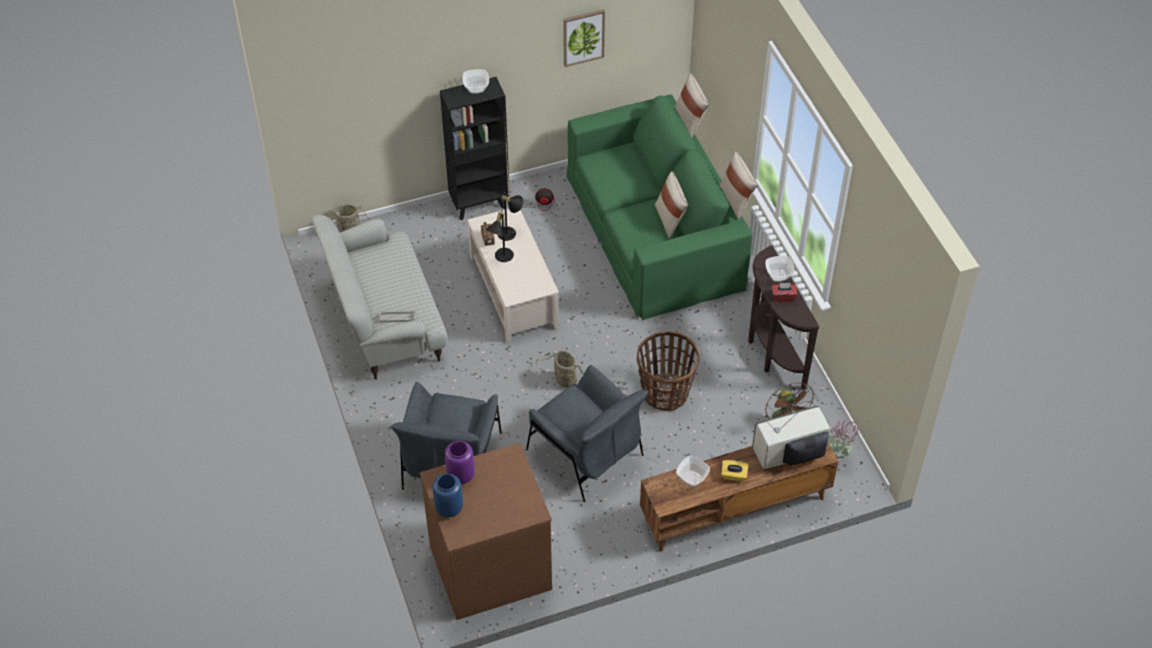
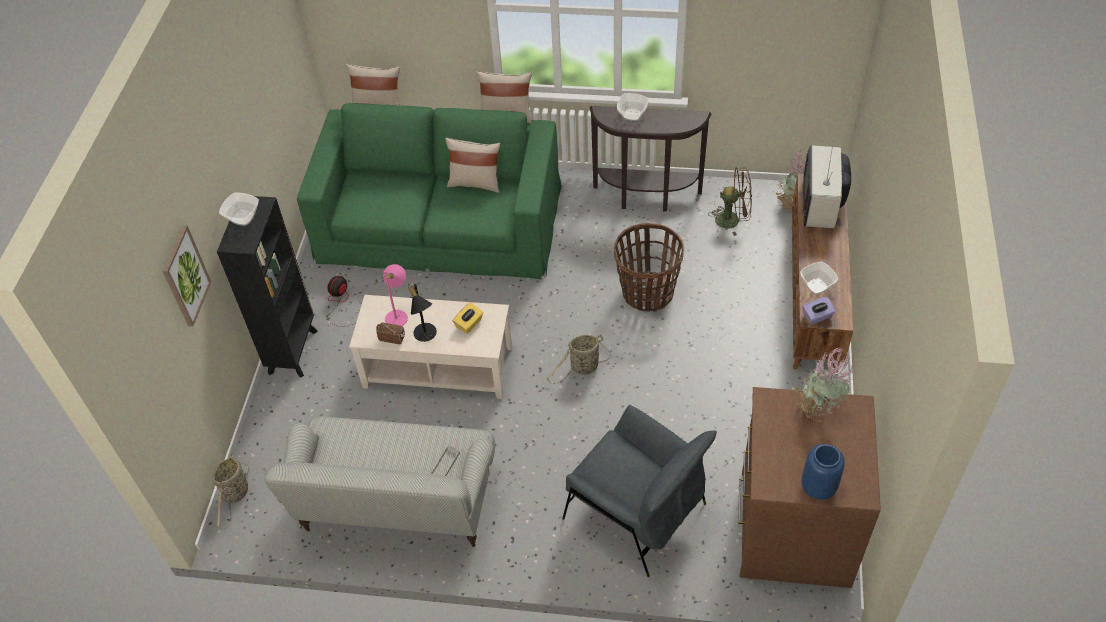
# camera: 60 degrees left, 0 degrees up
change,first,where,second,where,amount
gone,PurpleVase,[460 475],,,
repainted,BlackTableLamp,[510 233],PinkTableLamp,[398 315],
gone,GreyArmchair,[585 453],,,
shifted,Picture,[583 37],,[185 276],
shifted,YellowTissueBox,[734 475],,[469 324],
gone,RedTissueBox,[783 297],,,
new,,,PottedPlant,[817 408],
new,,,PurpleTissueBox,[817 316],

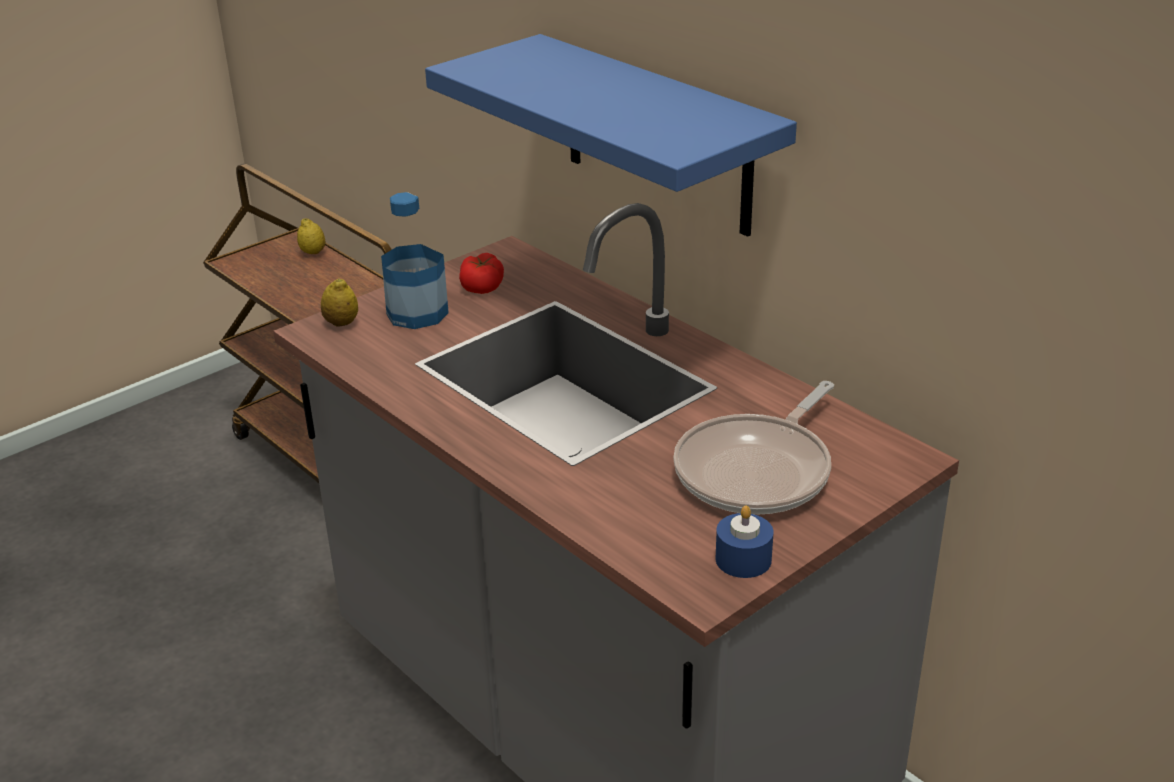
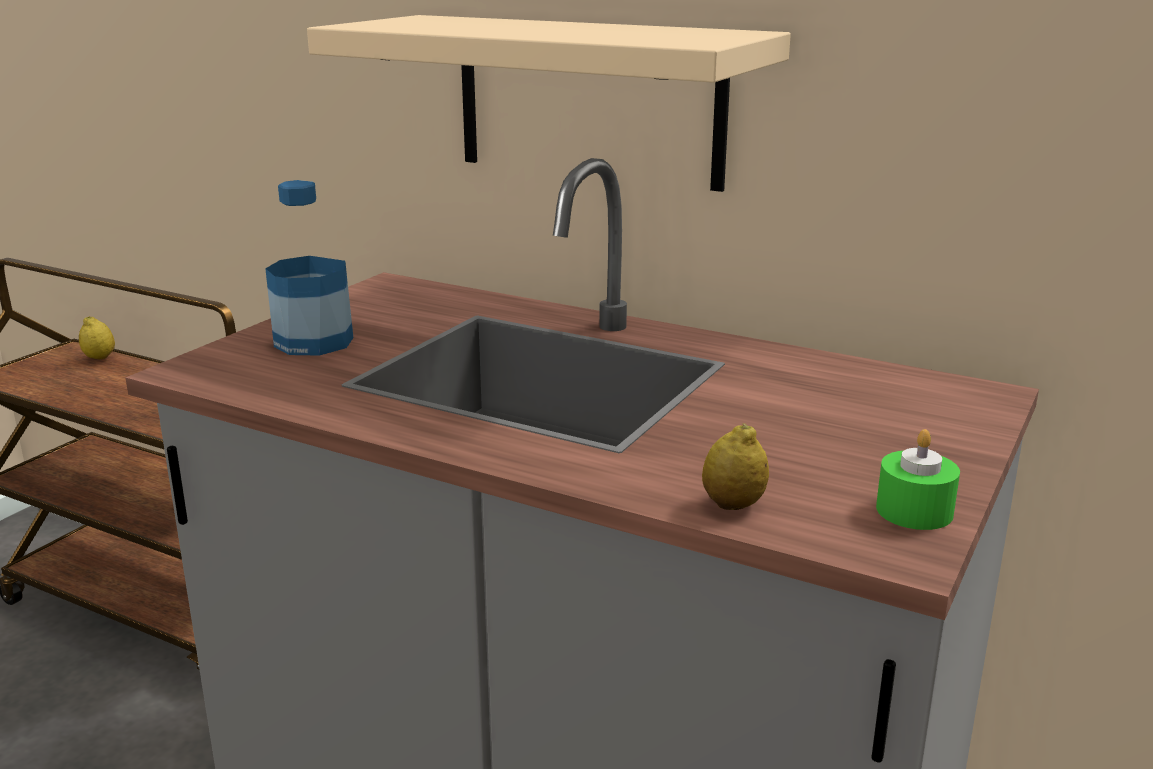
# camera: 20 degrees left, 10 degrees down
change,first,where,second,where,amount
shifted,Lemon,[341 323],,[733 505],
repainted,BlueShelf,[657 136],BeigeShelf,[588 100],
gone,Tomato,[482 286],,,
gone,FryingPan,[758 470],,,
repainted,BlueCandle,[743 559],GreenCandle,[914 511],

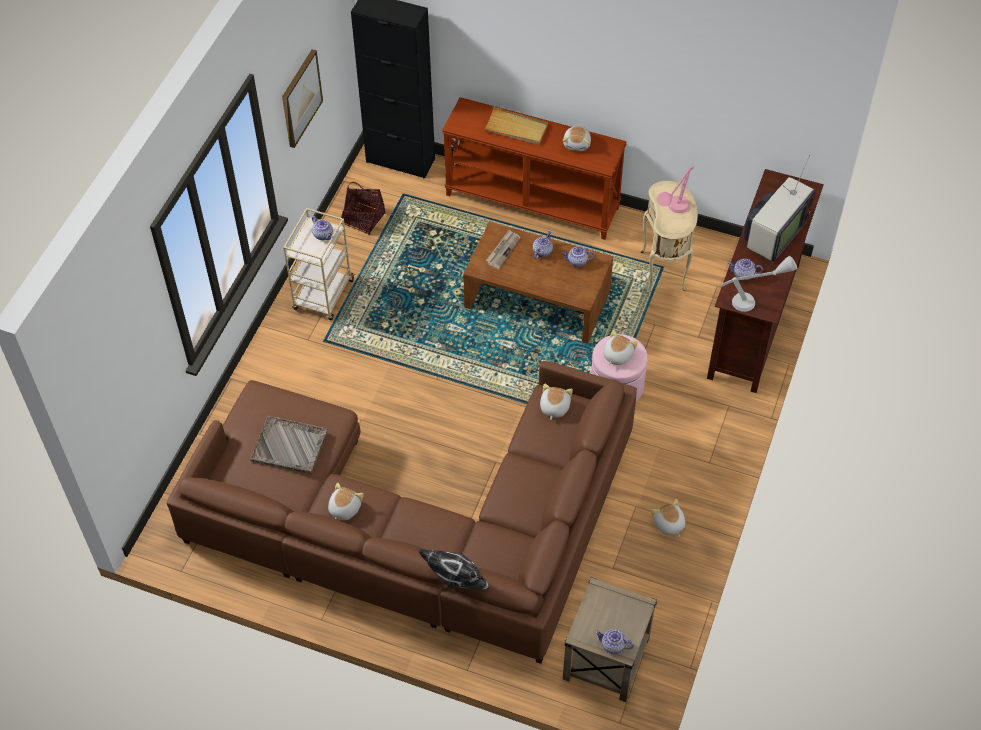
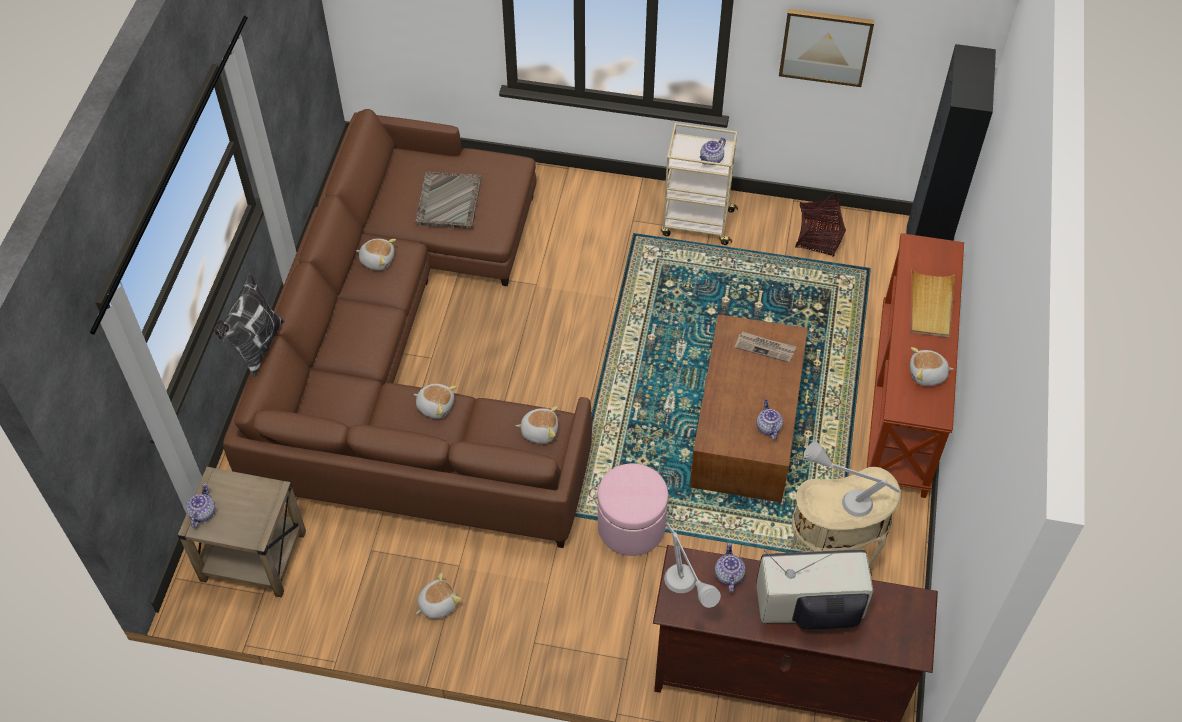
# camera: 80 degrees right, 0 degrees up
change,first,where,second,where,amount
gone,Teapot,[542 252],,,
shifted,PlushToy,[617 355],,[435 405],
repainted,PinkTableLamp,[673 212],GreyTableLamp,[842 497],
rotated,Television,[773 235],,[811 608],150 degrees clockwise

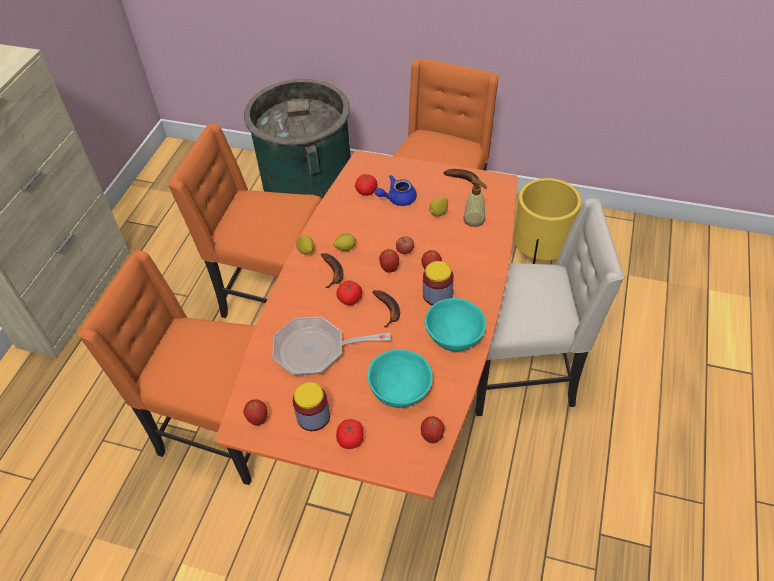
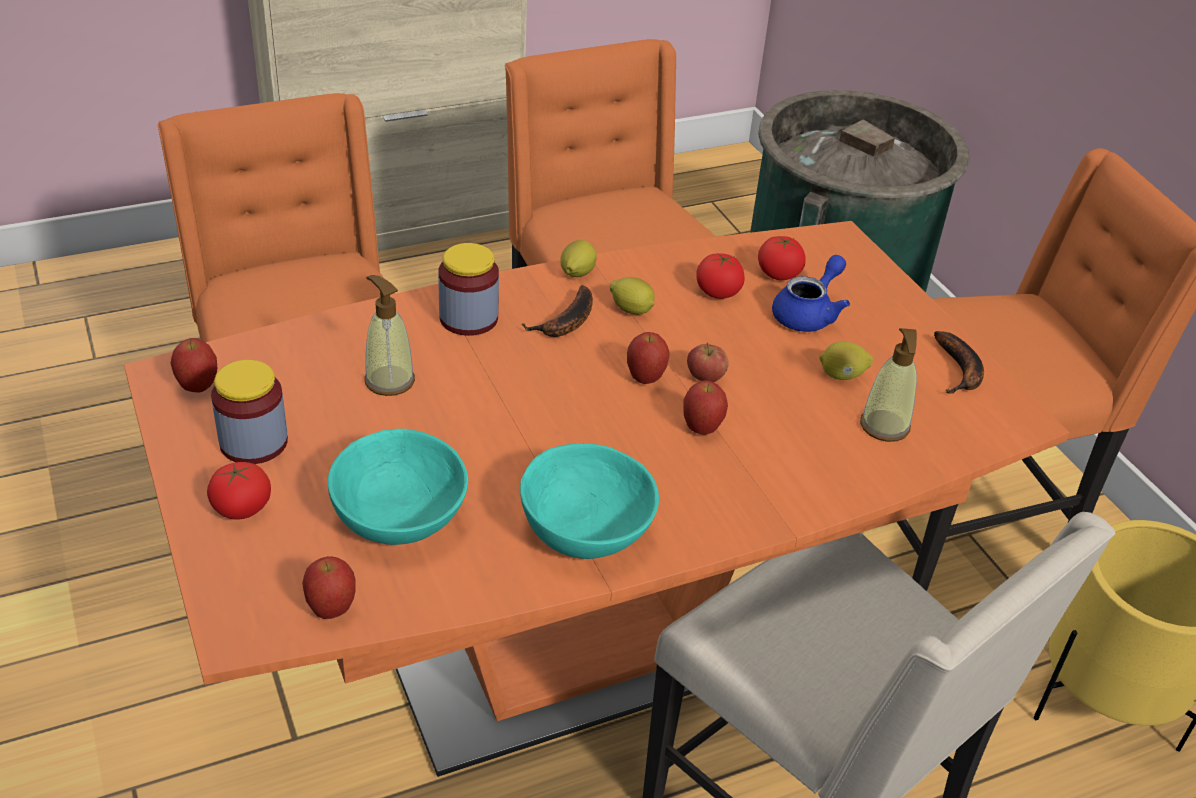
# camera: 45 degrees right, 10 degrees down
change,first,where,second,where,amount
swapped,FryingPan,[316 350],SoapDispenser,[389 380],
shifted,Tomato,[350 299],,[718 292],
gone,Banana,[389 310],,,
rotated,BlueTeapot,[397 199],,[808 314],105 degrees clockwise
shifted,Jar,[437 295],,[468 318],

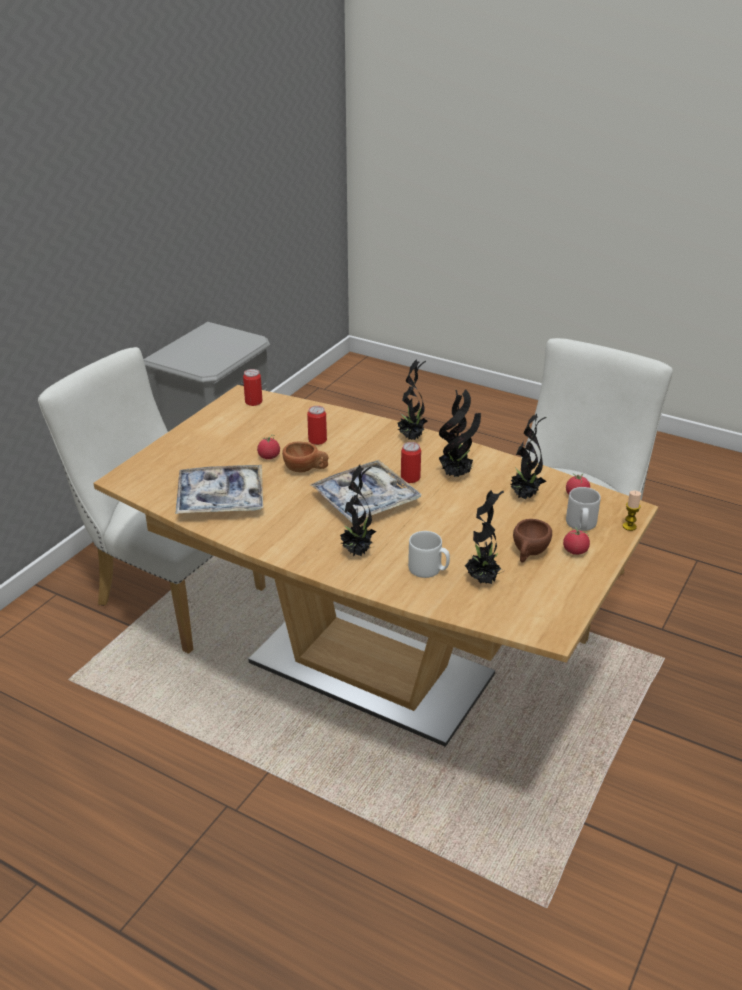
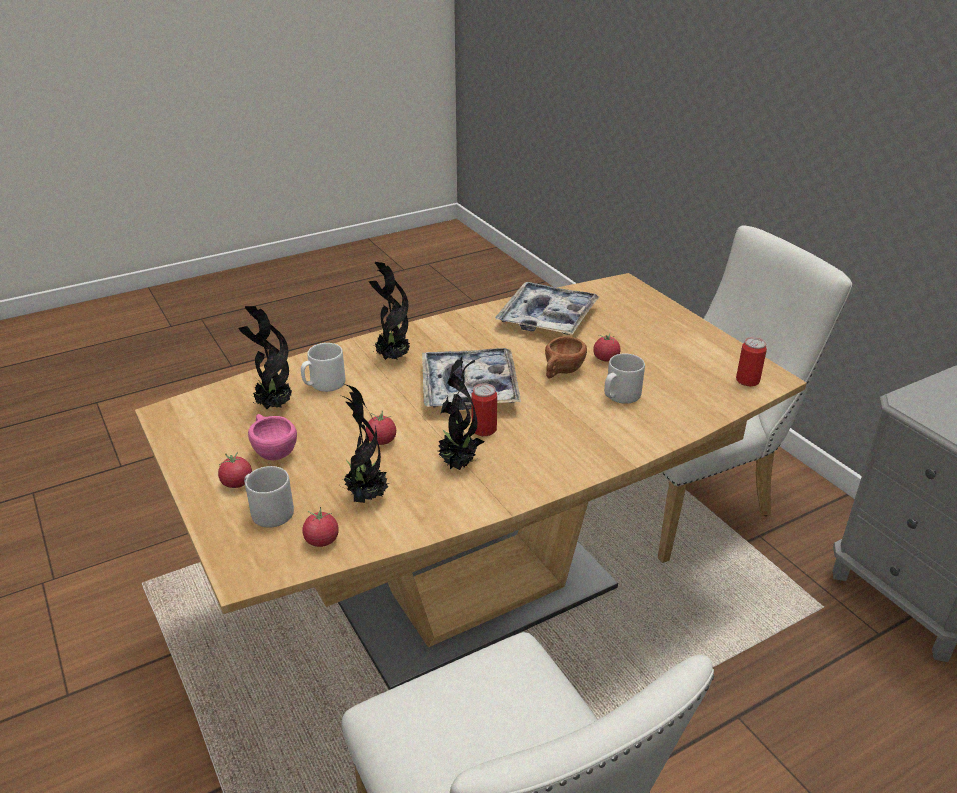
# camera: 120 degrees right, 0 degrees up
change,first,where,second,where,amount
swapped,Can,[317 440],GreyMug,[620 396],
gone,PottedPlant,[412 438],,,
repainted,BrownCup,[529 553],PinkCup,[272 450],
gone,Candle,[629 526],,,
new,,,Tomato,[381 440],

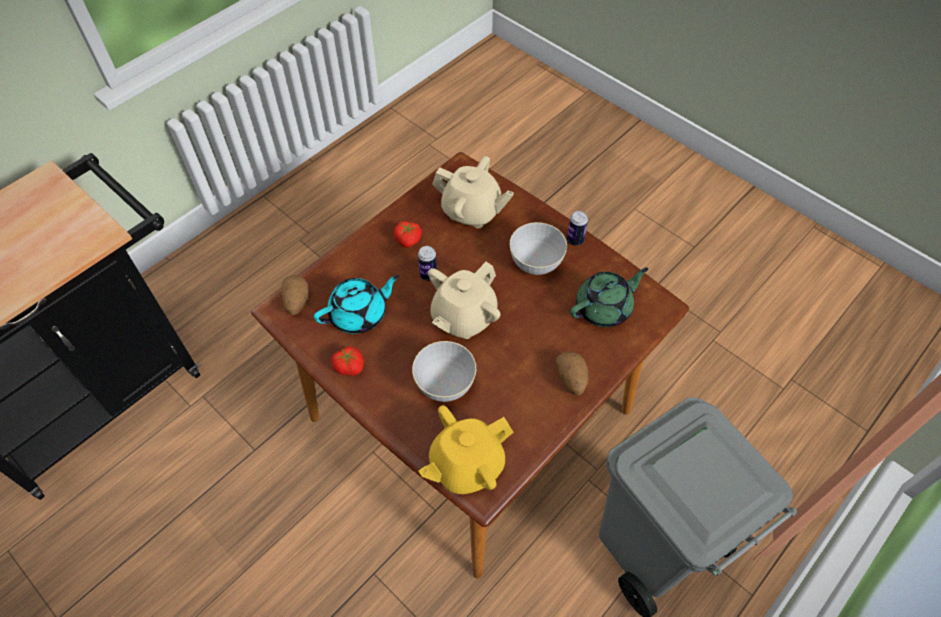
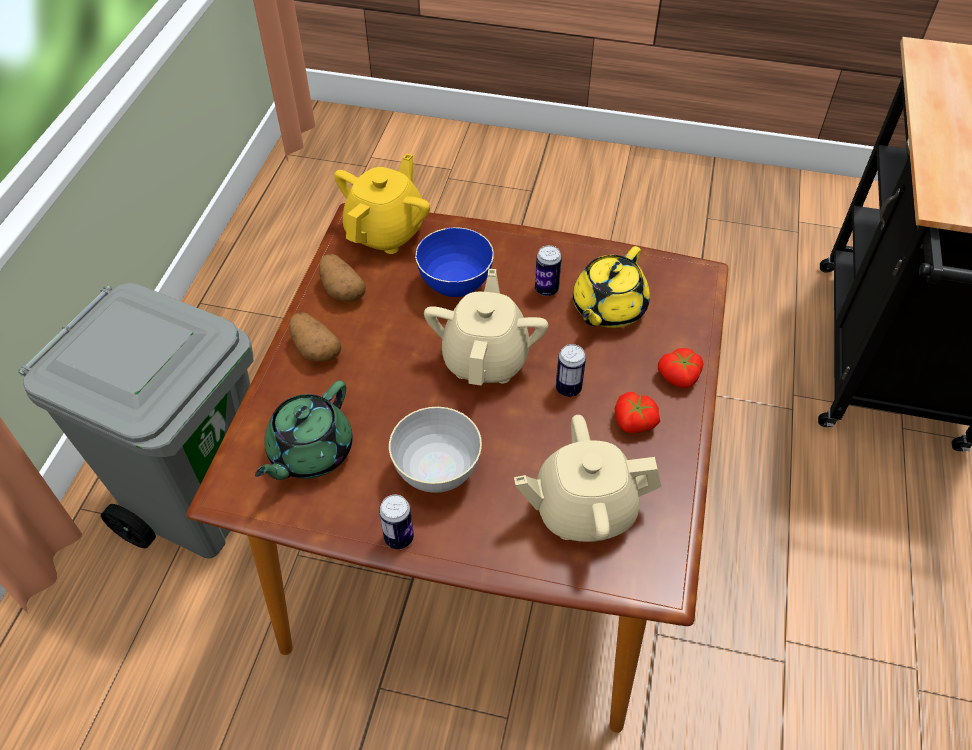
# camera: 150 degrees right, 5 degrees down
change,first,where,second,where,amount
shifted,Potato,[296 302],,[341 290],
repainted,TurquoiseTeapot,[359 314],YellowTeapot,[607 308],
shifted,Tomato,[349 366],,[679 377],
repainted,GreyBowl,[445 385],BlueBowl,[455 284],
new,,,Can,[546 289],

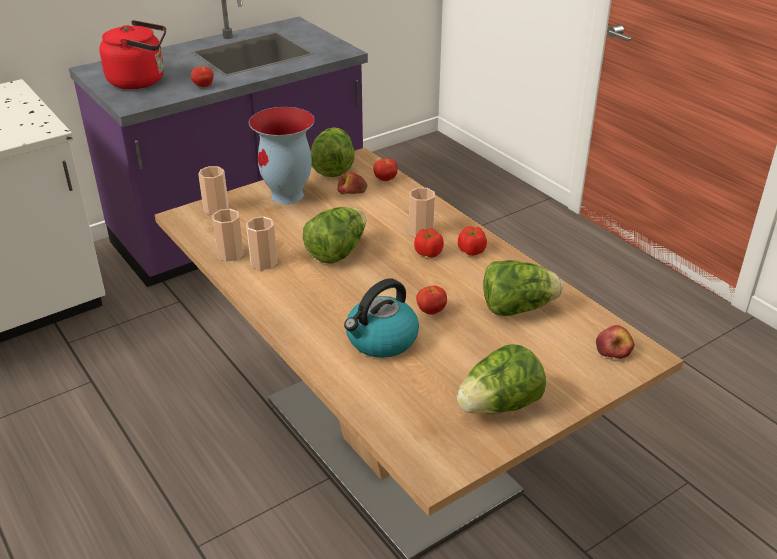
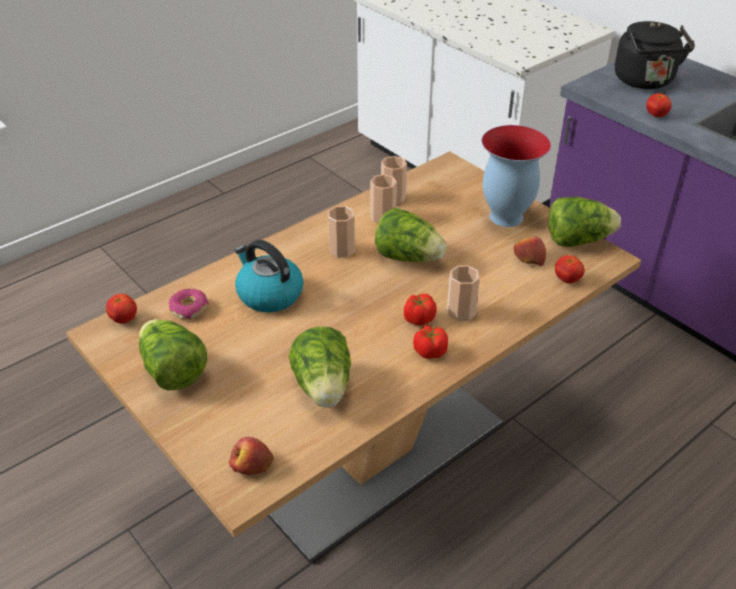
# camera: 85 degrees right, 5 degrees up
change,first,where,second,where,amount
repainted,RedKettle,[141 81],BlackKettle,[645 82],
shifted,Cup,[216 208],,[342 250],
shifted,Tomato,[431 311],,[124 319],
new,,,Donut,[189 308],

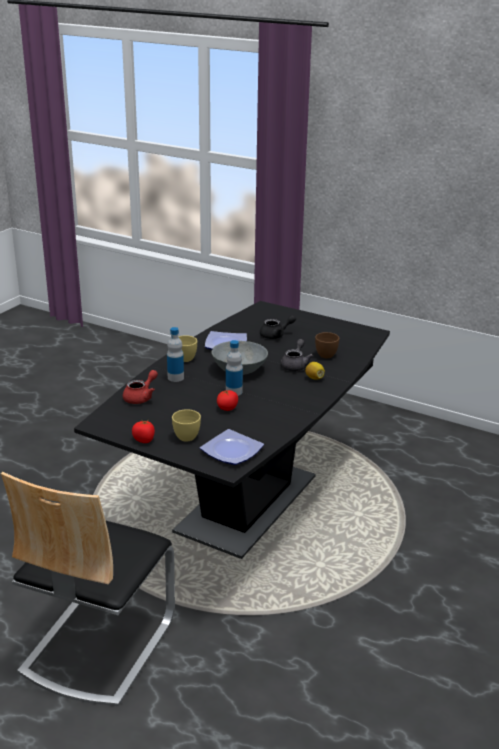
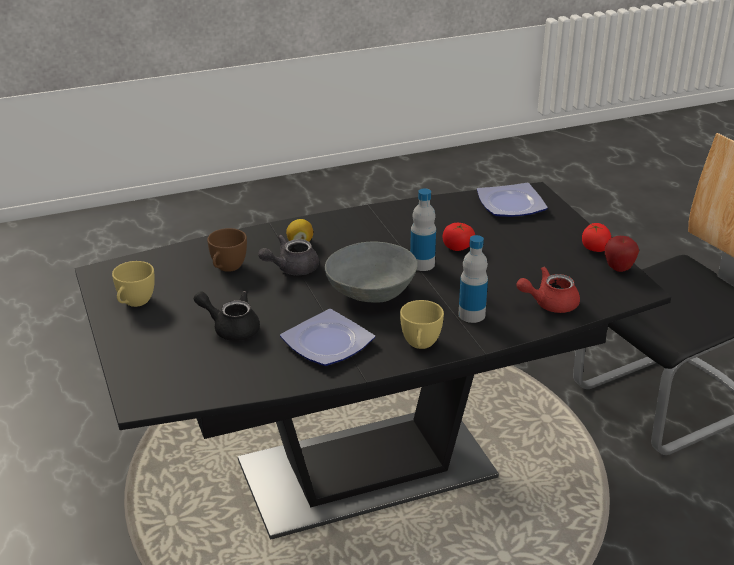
# camera: 140 degrees left, 5 degrees up
change,first,where,second,where,amount
shifted,YellowCup,[185 435],,[134 303],
new,,,Apple,[619 269],

